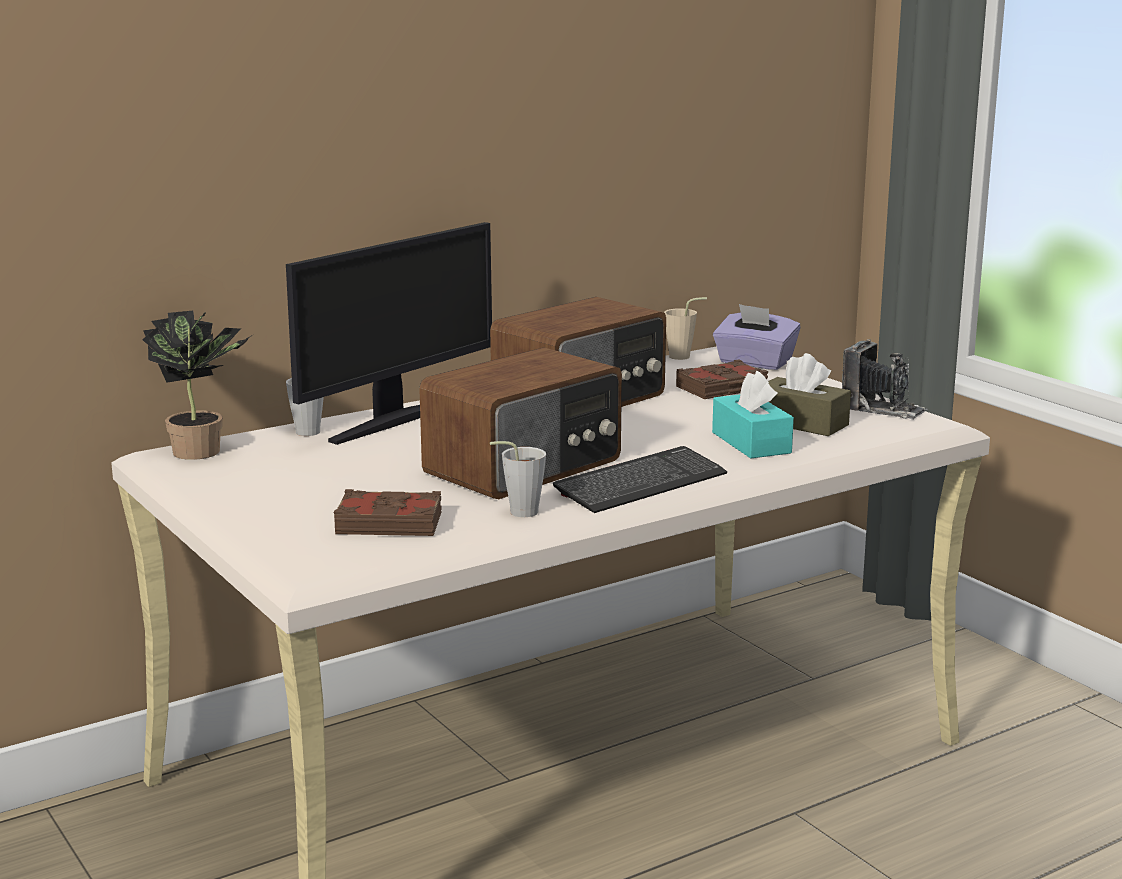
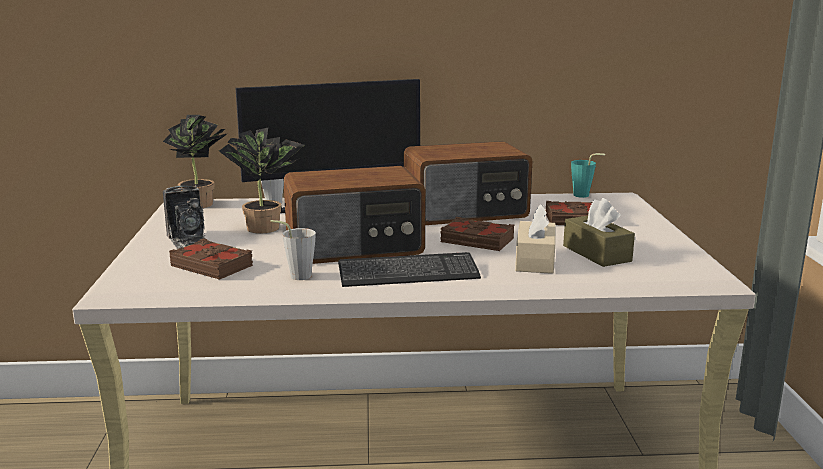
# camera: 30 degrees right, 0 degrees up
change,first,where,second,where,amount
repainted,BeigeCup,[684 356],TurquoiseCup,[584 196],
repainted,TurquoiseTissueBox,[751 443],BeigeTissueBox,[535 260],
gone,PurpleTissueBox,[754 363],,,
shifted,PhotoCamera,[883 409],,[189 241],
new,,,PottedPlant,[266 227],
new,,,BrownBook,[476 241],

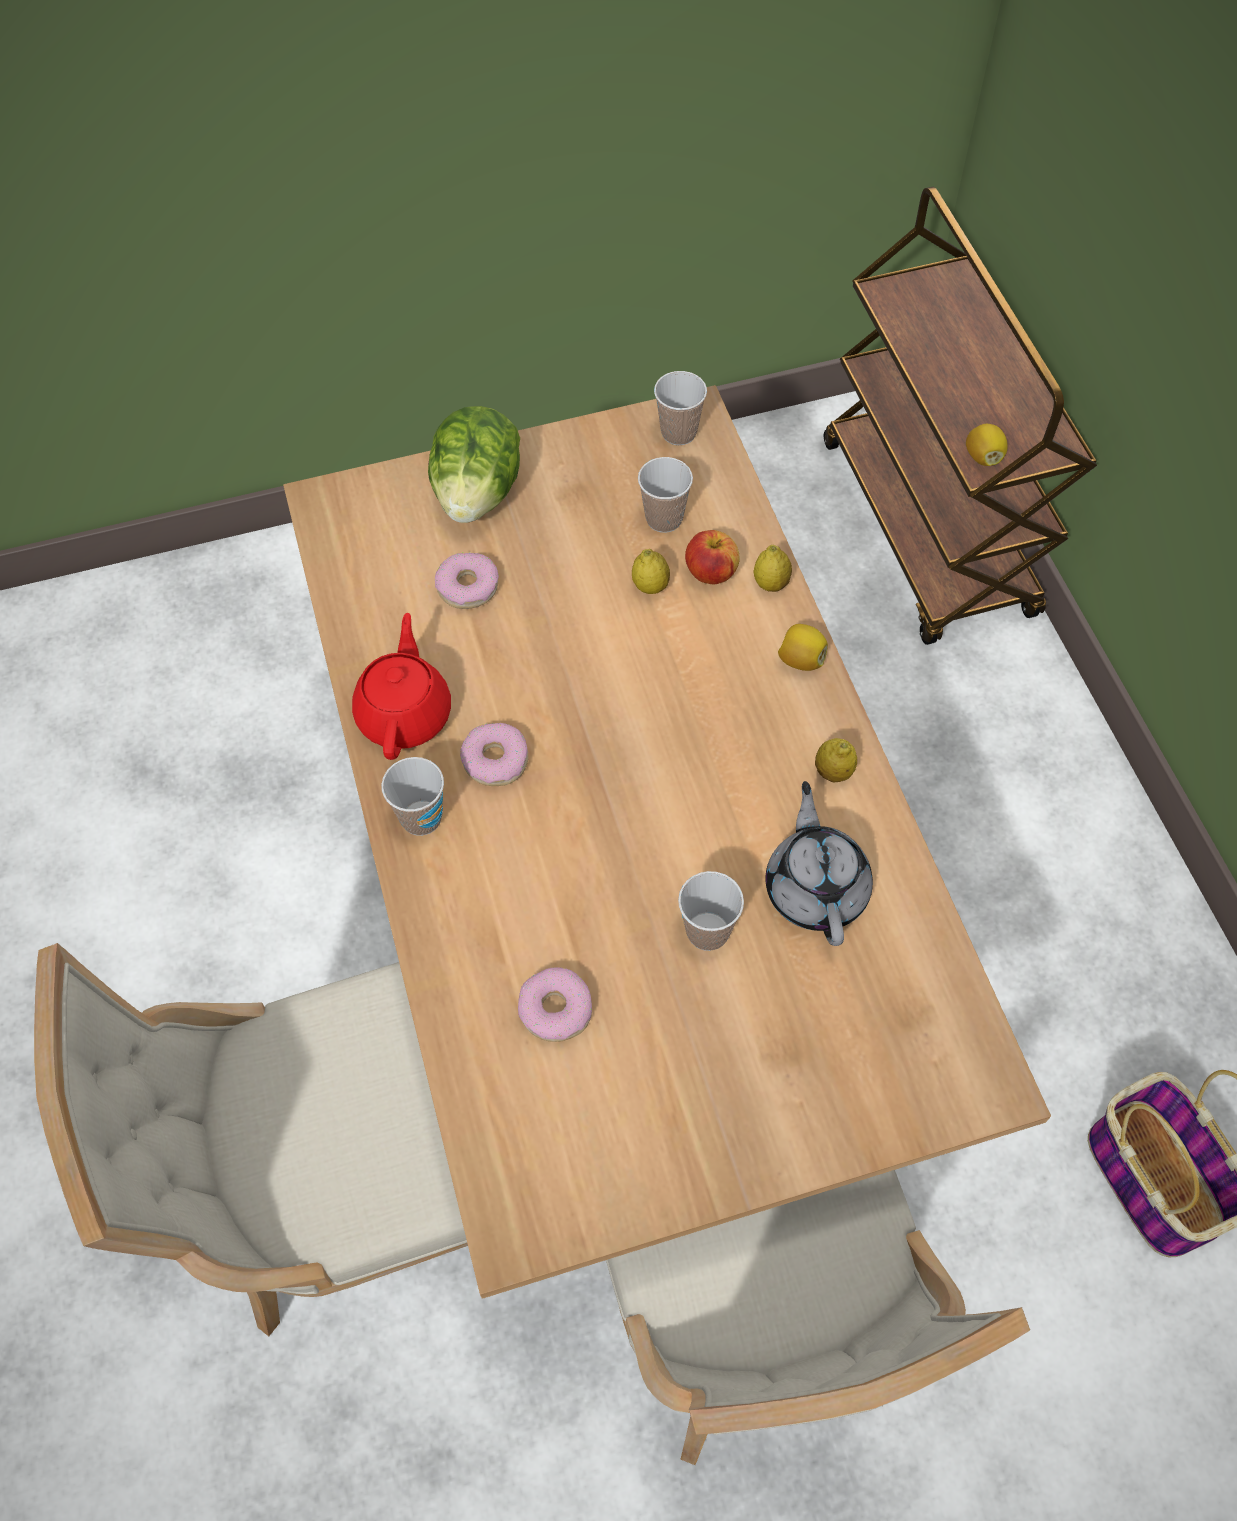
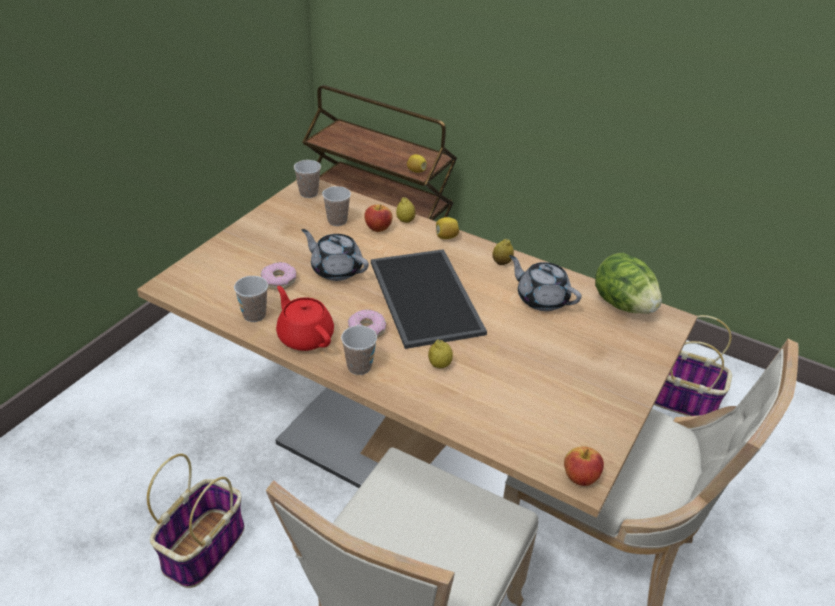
# camera: 45 degrees left, 20 degrees down
change,first,where,second,where,amount
shifted,Lettuce,[477 493],,[623 304],
gone,Donut,[556 1009],,,
shifted,Lemon,[650 586],,[439 365],
shifted,Cup,[707 931],,[254 315],
new,,,Basket,[204 546],
new,,,GreyTeapot,[336 269],
new,,,Tray,[428 298],
new,,,Apple,[580 477],

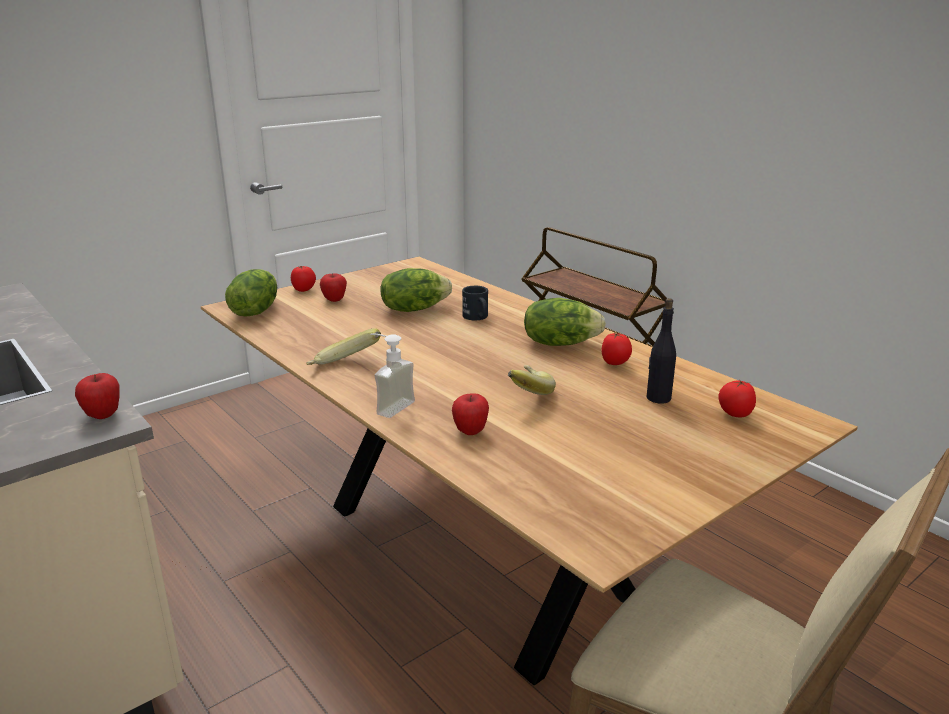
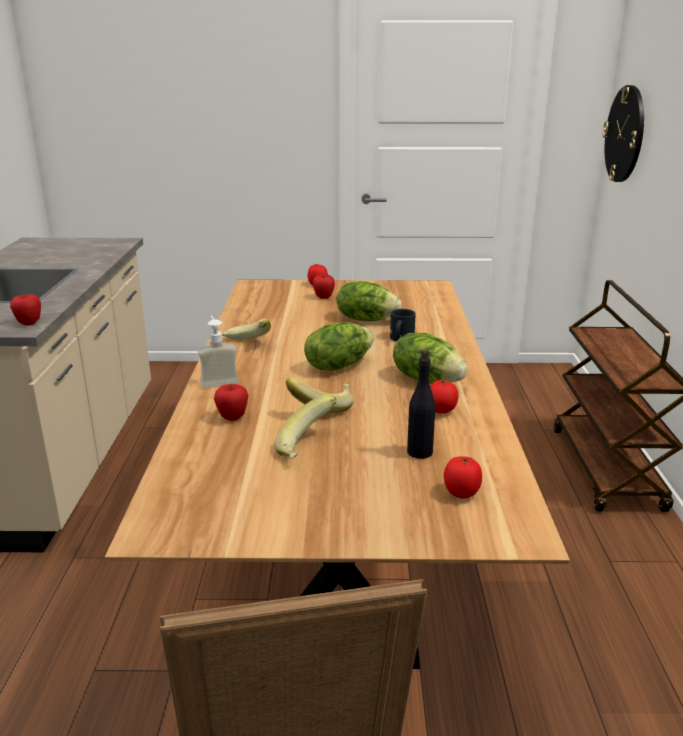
# camera: 40 degrees right, 0 degrees up
change,first,where,second,where,amount
shifted,Lettuce,[255 311],,[338 365],
new,,,Banana,[308 447],
new,,,WallClock,[625 134],

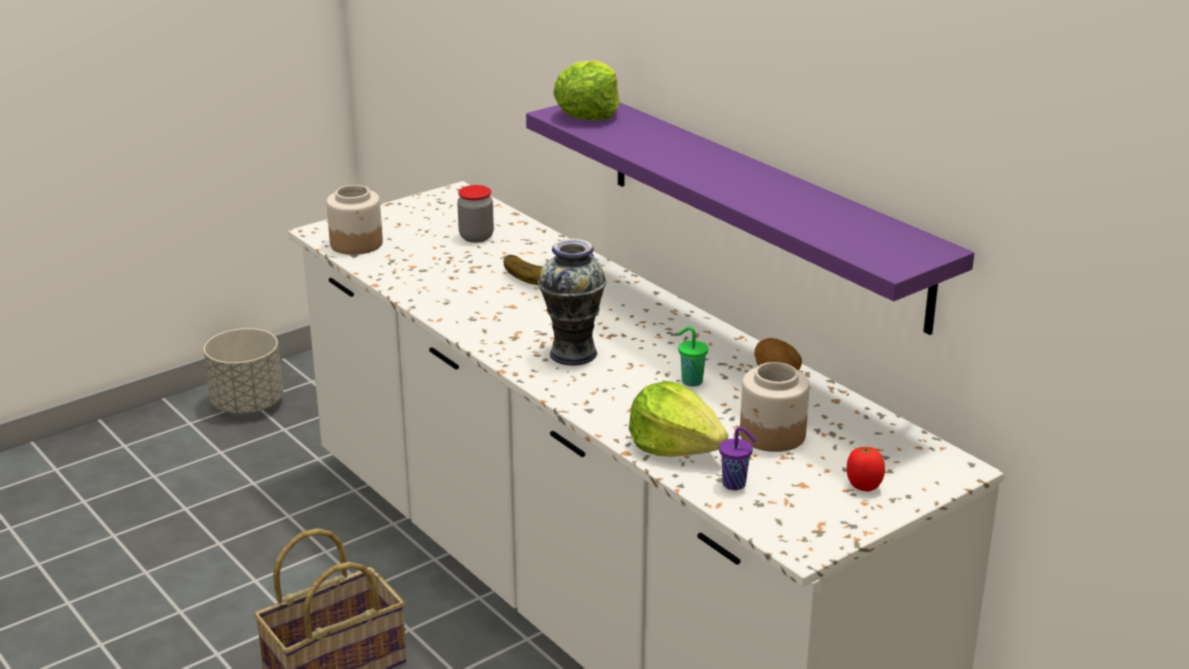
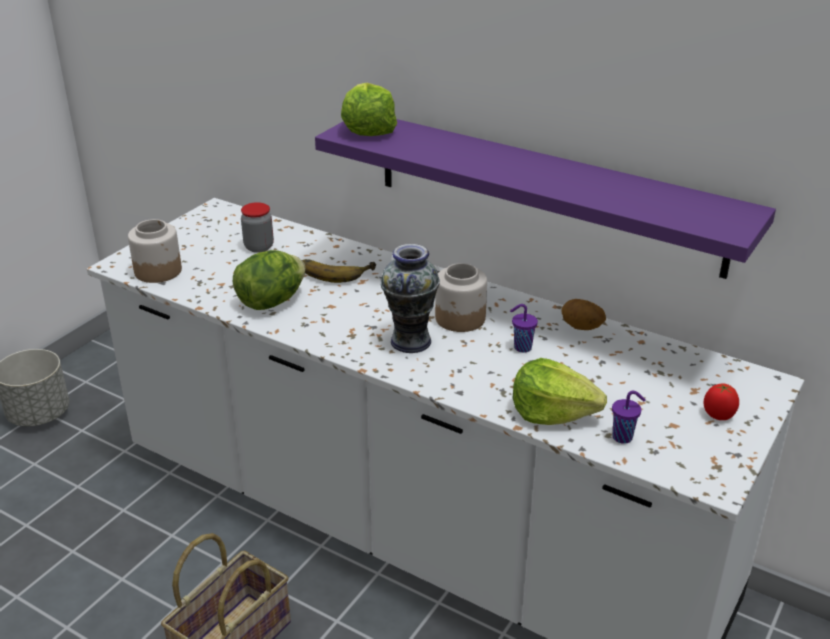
# camera: 20 degrees left, 5 degrees up
change,first,where,second,where,amount
repainted,GreenCup,[690 381],PurpleCup,[521 347],
shifted,Jar,[772 435],,[460 319],
new,,,Lettuce,[271 302],

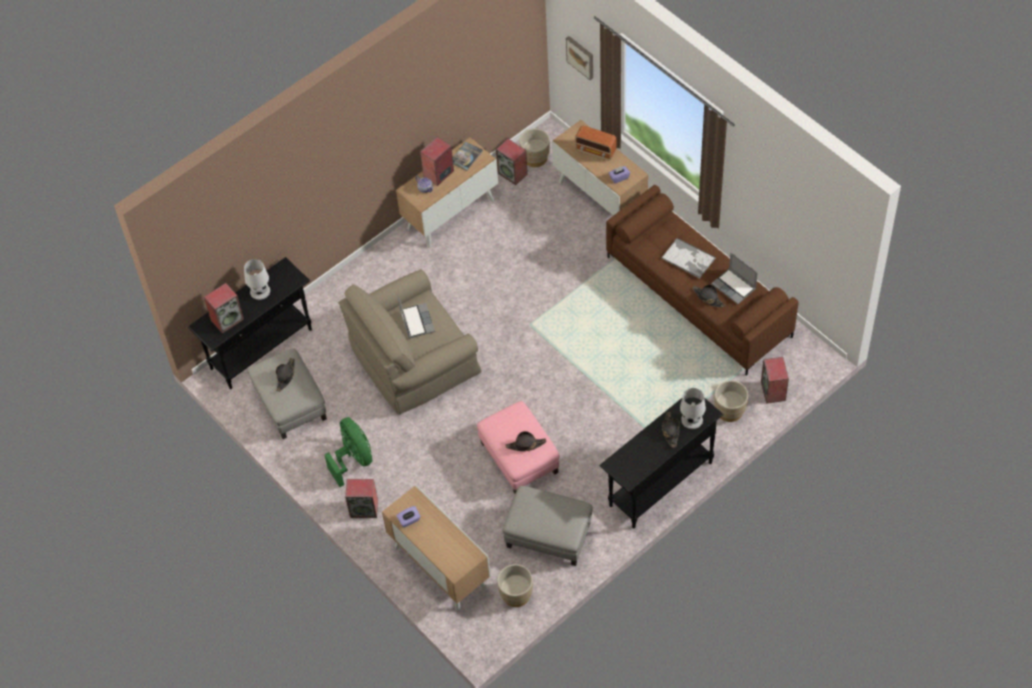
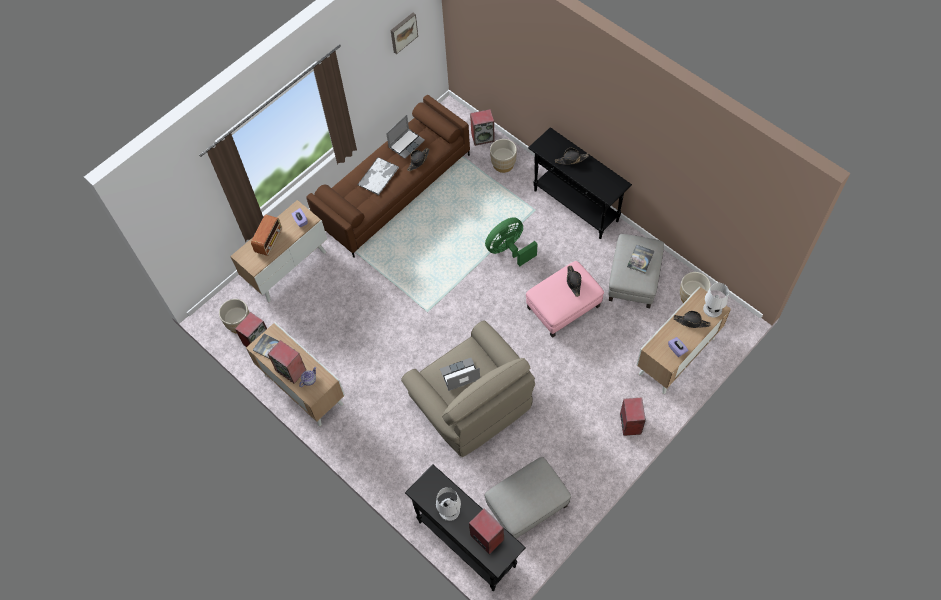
# camera: 95 degrees left, 5 degrees up
change,first,where,second,where,amount
shifted,BlackHat,[285 376],,[691 322],
shifted,GreenFan,[353 459],,[509 250],
shifted,Picture,[581 57],,[403 32],
shifted,WhiteTableLamp,[691 419],,[712 309],
new,,,Book,[640 259],

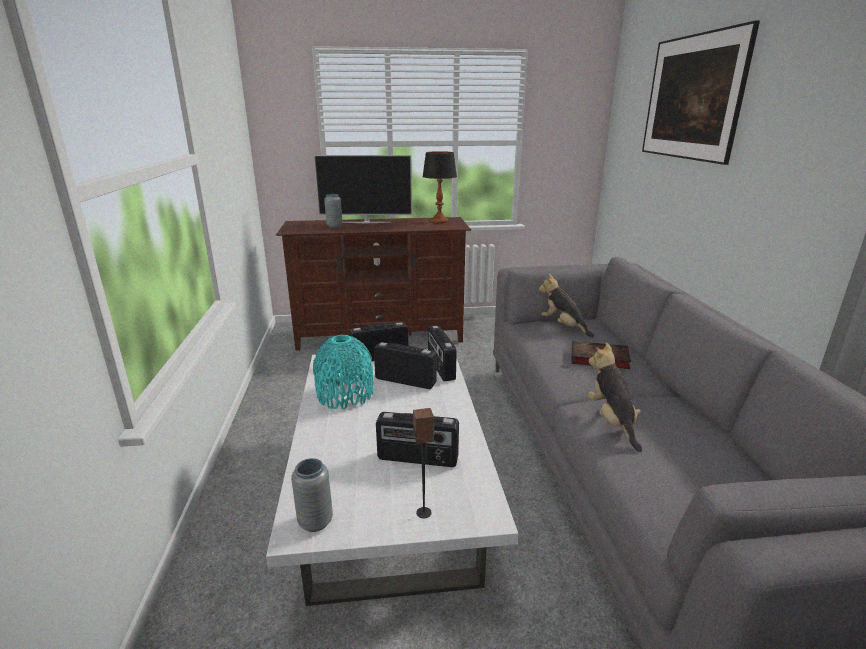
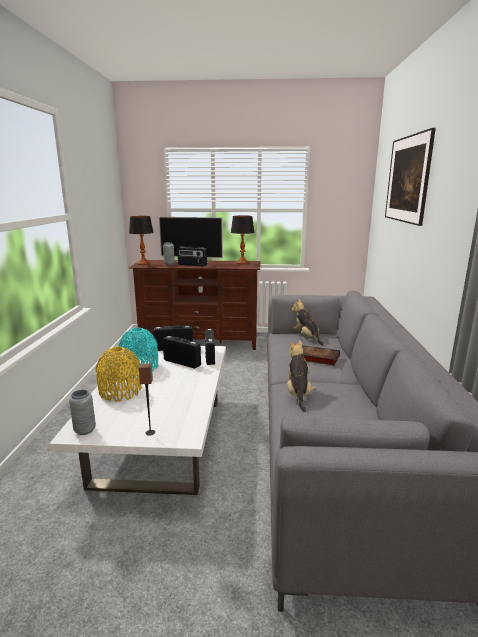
# camera: 10 degrees right, 5 degrees down
change,first,where,second,where,amount
shifted,Radio,[417 459],,[192 265],
new,,,YellowVase,[120 391],
new,,,TableLamp,[143 264],

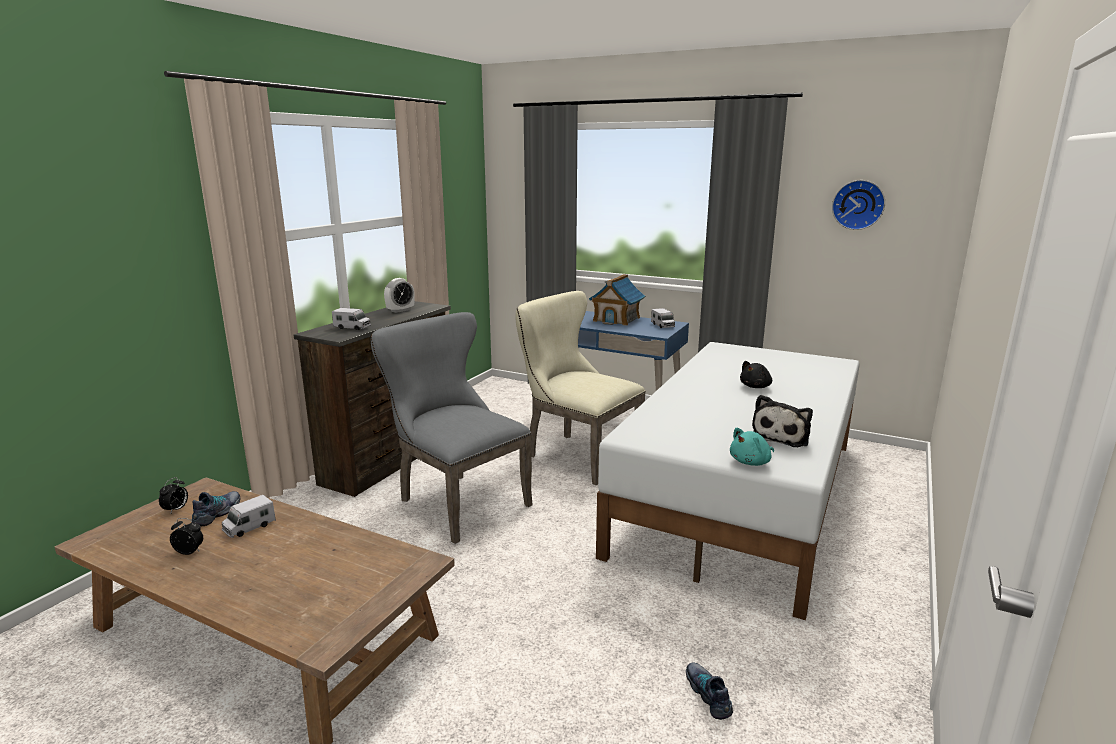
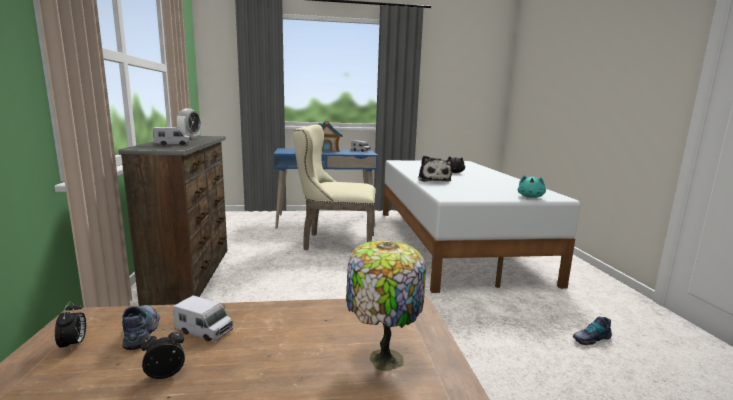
# camera: 35 degrees left, 5 degrees down
change,first,where,second,where,amount
rotated,ToyTruck,[249 527],,[204 331],75 degrees counterclockwise
gone,GreyChair,[456 501],,,
rotated,Shoe,[708 694],,[590 338],60 degrees counterclockwise
shifted,PlushToy,[781 436],,[433 180],
gone,WallClock,[858 204],,,
new,,,TableLamp,[383 358],

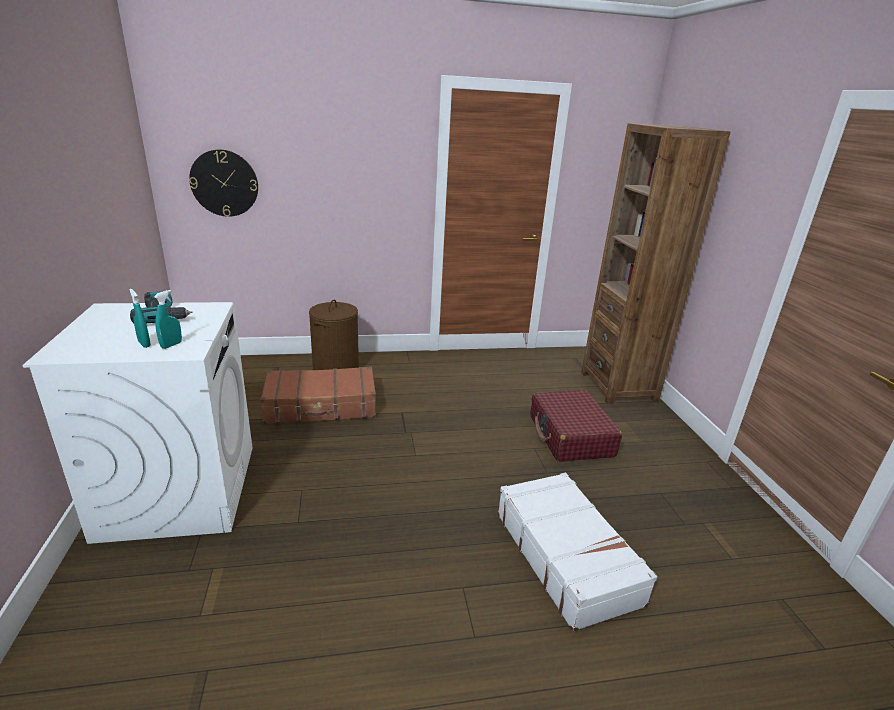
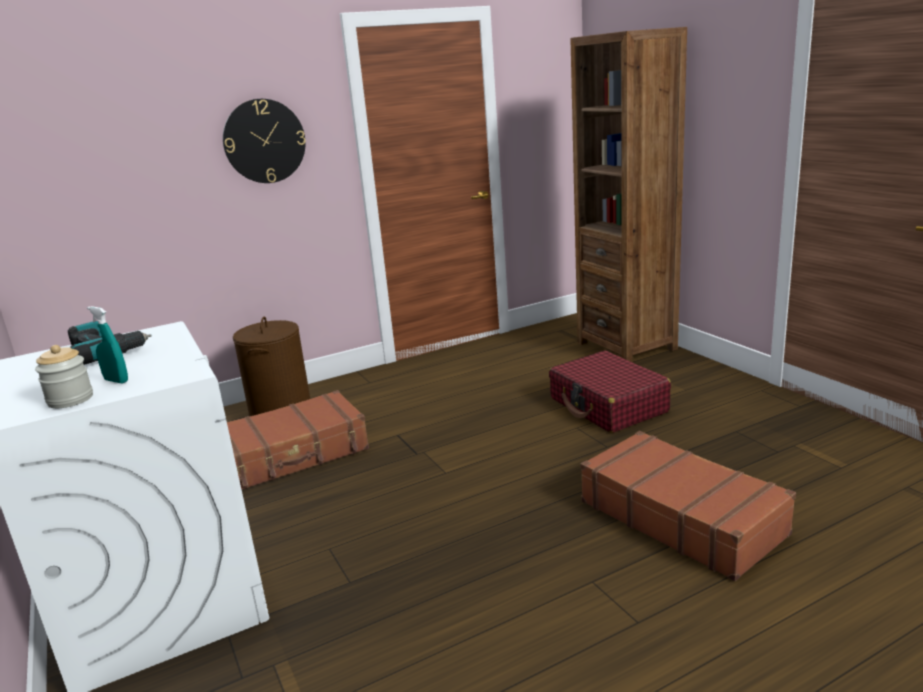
# camera: 15 degrees left, 5 degrees down
change,first,where,second,where,amount
gone,TurquoiseSprayBottle,[171 345],,,
shifted,WallClock,[224 183],,[264 141],
repainted,WhiteSuitcase,[566 556],BrownSuitcase,[681 517],
new,,,Jar,[70 399],

